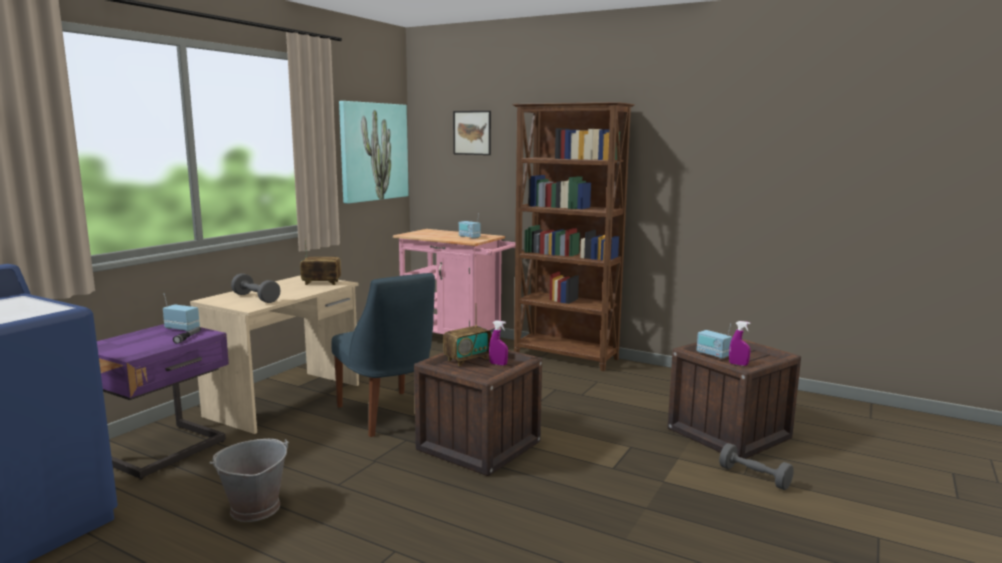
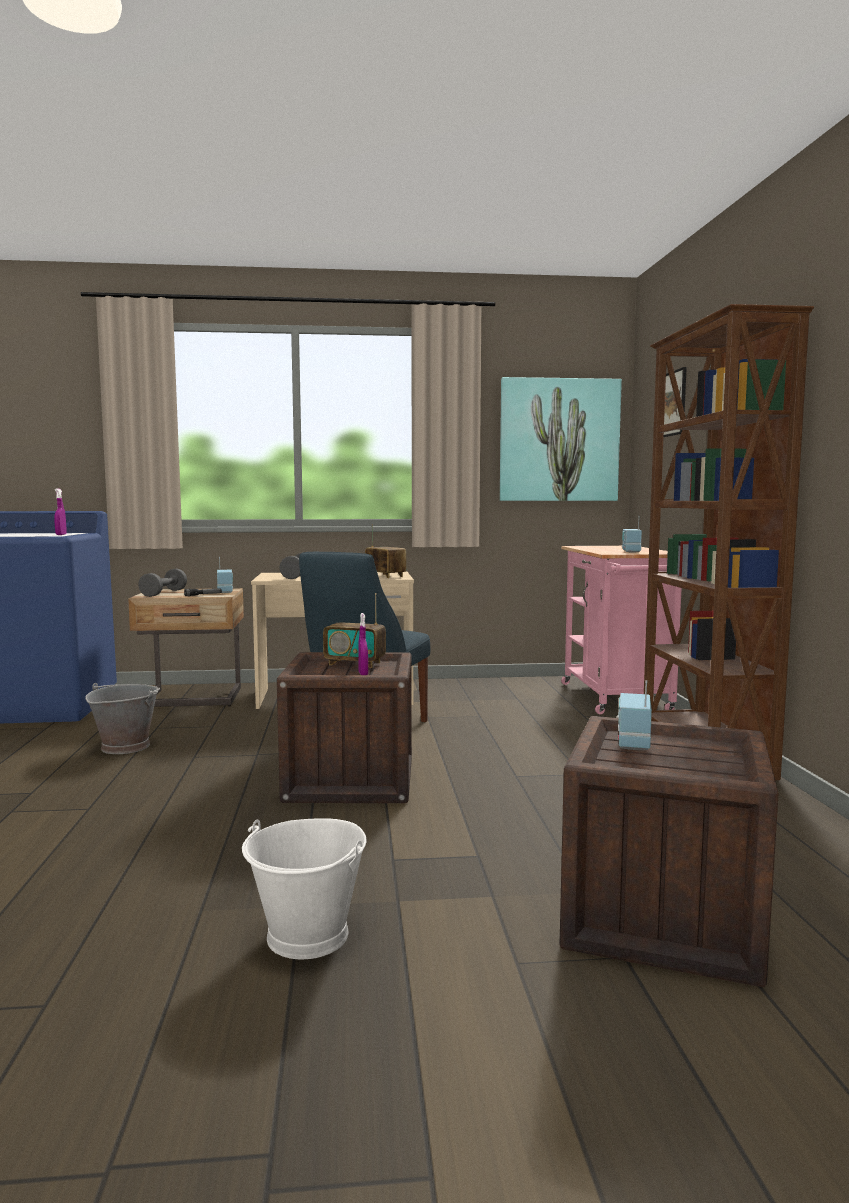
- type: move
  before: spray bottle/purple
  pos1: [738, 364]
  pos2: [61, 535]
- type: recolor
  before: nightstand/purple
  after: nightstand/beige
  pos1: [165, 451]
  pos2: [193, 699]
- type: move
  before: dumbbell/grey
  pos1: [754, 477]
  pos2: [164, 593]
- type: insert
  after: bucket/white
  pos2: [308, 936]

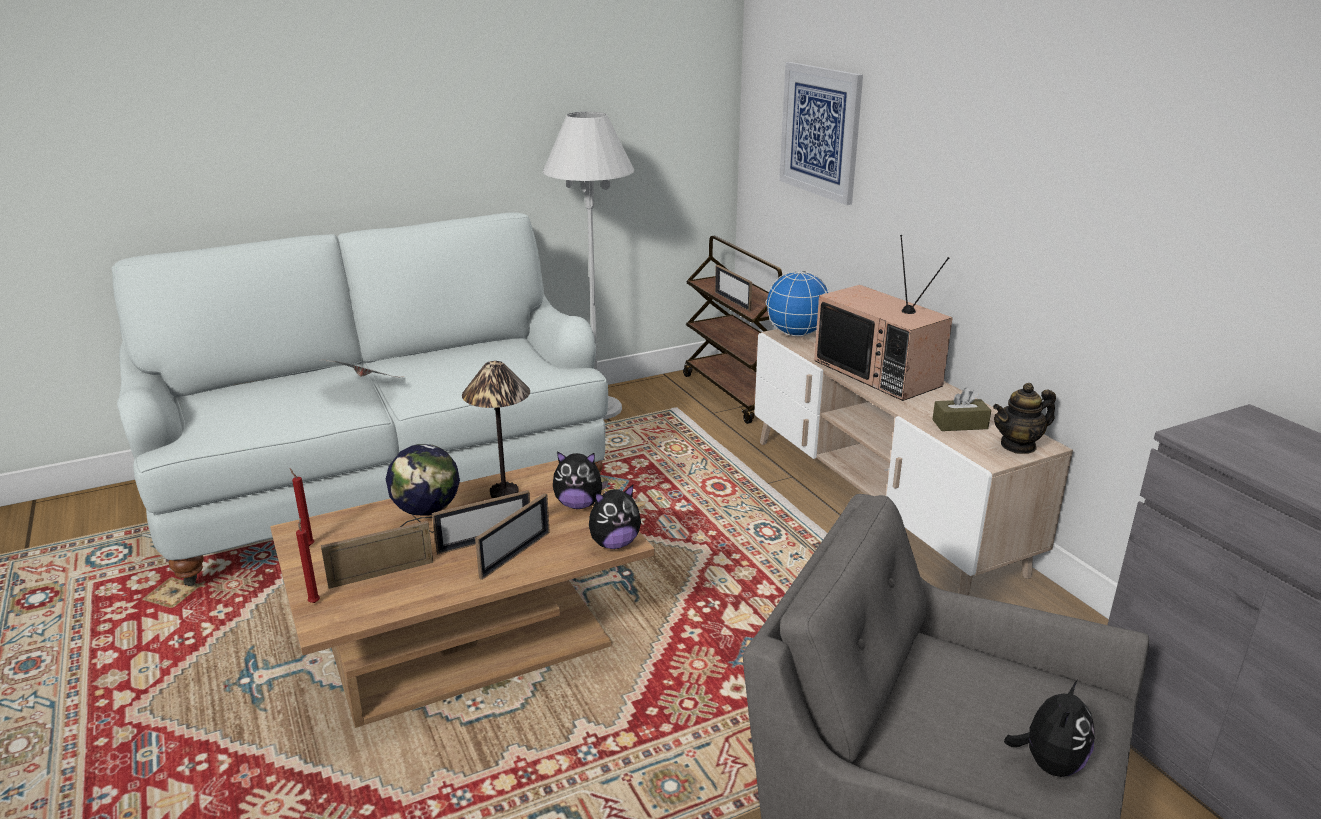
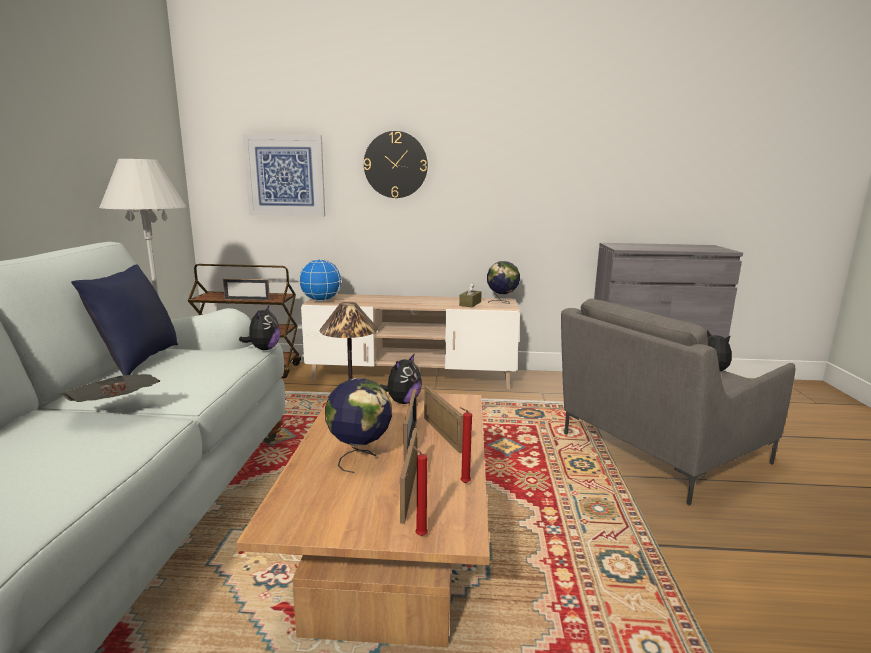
- type: delete
  before: television
  pos1: [880, 373]
- type: replace
  before: teapot
  after: globe
  pos1: [1018, 446]
  pos2: [502, 302]
- type: move
  before: candle/red
  pos1: [308, 545]
  pos2: [463, 483]
- type: move
  before: plush toy
  pos1: [614, 543]
  pos2: [263, 349]
- type: insert
  after: wall clock
  pos2: [395, 165]
- type: insert
  after: pillow/blue
  pos2: [137, 361]

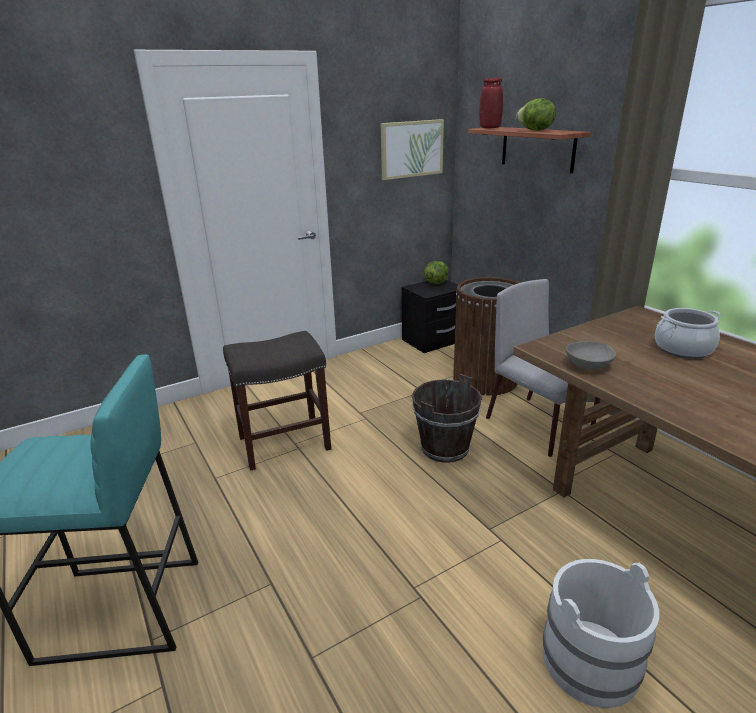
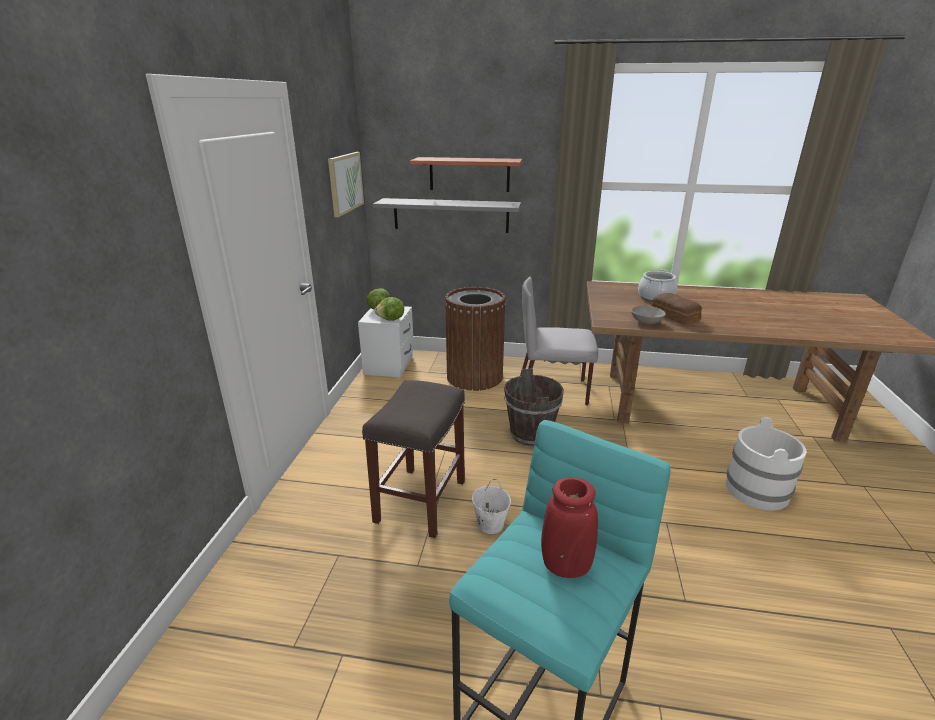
- type: move
  before: vase/red
  pos1: [489, 128]
  pos2: [565, 566]
- type: move
  before: lettuce
  pos1: [535, 130]
  pos2: [391, 320]
- type: recolor
  before: nightstand/black
  after: nightstand/white
  pos1: [433, 341]
  pos2: [390, 365]
- type: insert
  after: shelf/grey
  pos2: [450, 215]
- type: insert
  after: bread
  pos2: [674, 316]
- type: insert
  after: bucket/white
  pos2: [490, 524]

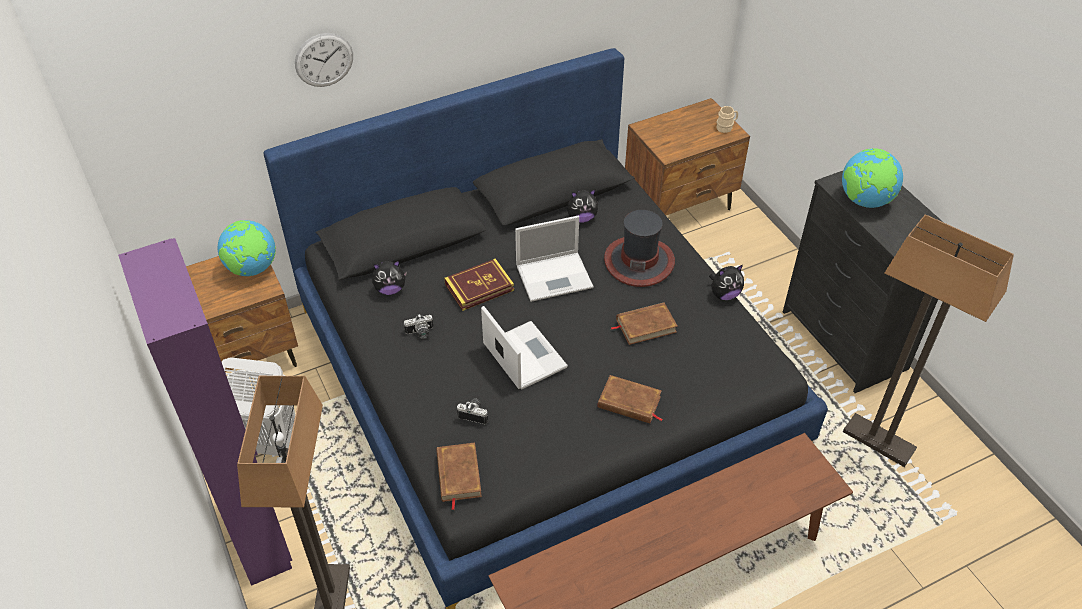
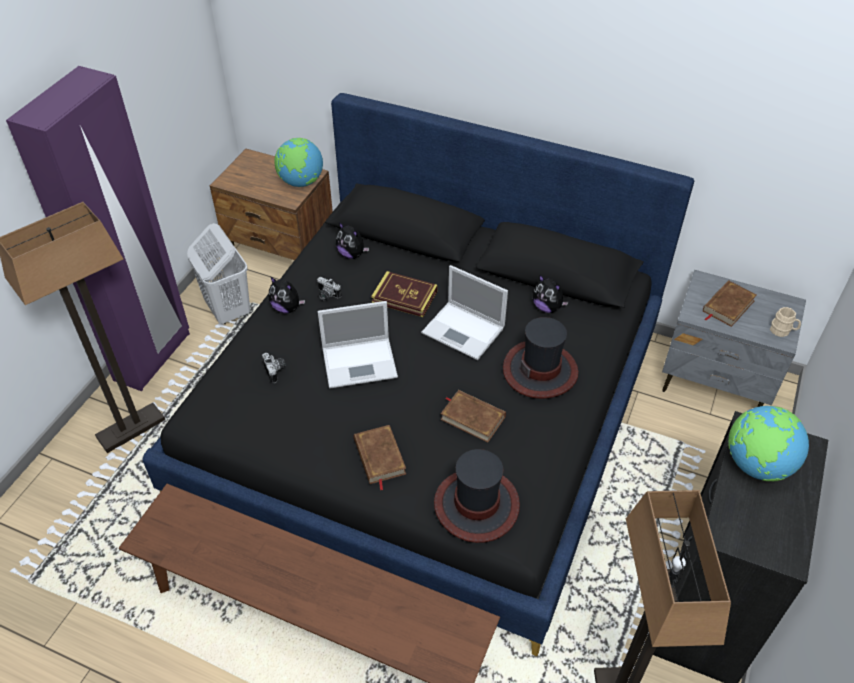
- type: delete
  before: wall clock
  pos1: [324, 60]
- type: recolor
  before: nightstand/brown
  after: nightstand/grey
  pos1: [680, 204]
  pos2: [716, 382]
- type: move
  before: plush toy
  pos1: [724, 294]
  pos2: [287, 308]
- type: rotate
  before: laptop
  pos1: [523, 355]
  pos2: [361, 362]
  turn: 60
- type: move
  before: book/brown
  pos1: [458, 475]
  pos2: [727, 306]
- type: insert
  after: hat
  pos2: [476, 505]

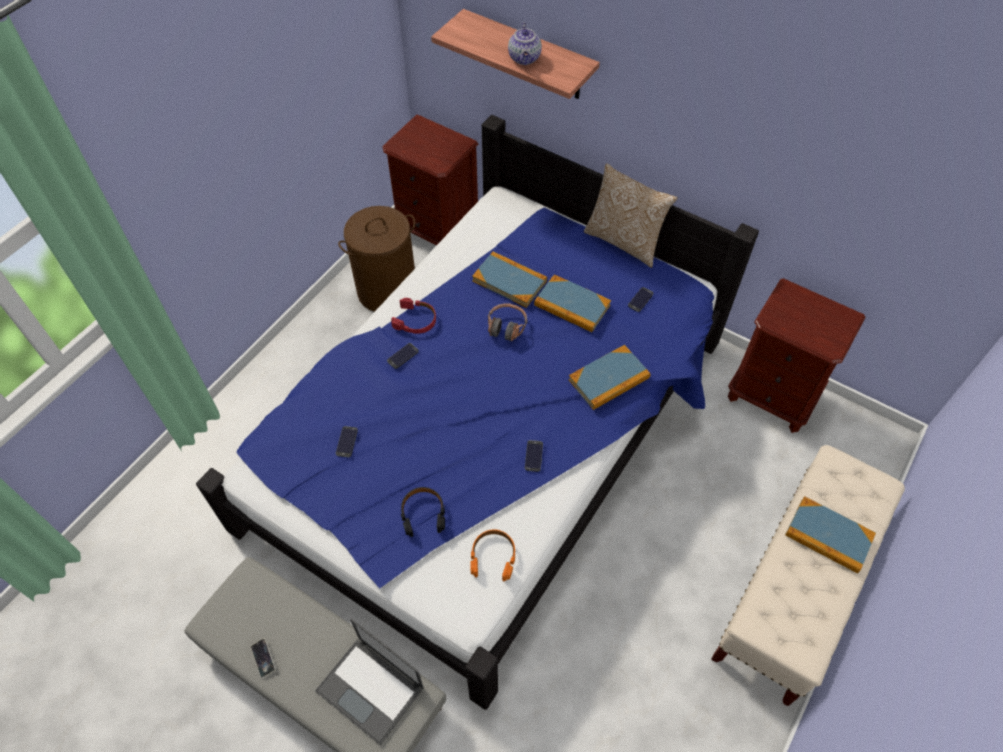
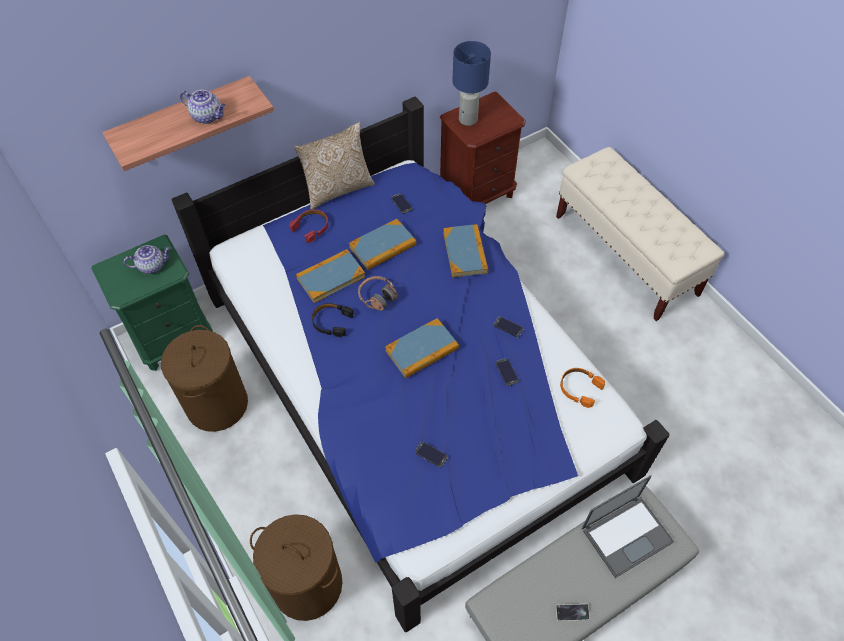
- type: recolor
  before: nightstand/brown
  after: nightstand/green
  pos1: [436, 230]
  pos2: [174, 338]
- type: move
  before: headphones/red
  pos1: [415, 320]
  pos2: [311, 227]
- type: move
  before: phone
  pos1: [402, 356]
  pos2: [506, 372]
- type: move
  before: headphones/black
  pos1: [423, 513]
  pos2: [331, 322]
- type: move
  before: book
  pos1: [828, 536]
  pos2: [422, 350]
- type: insert
  after: table lamp/blue
  pos2: [468, 120]
- type: insert
  after: teapot
  pos2: [152, 266]
- type: insert
  after: laundry basket/brown
  pos2: [306, 584]

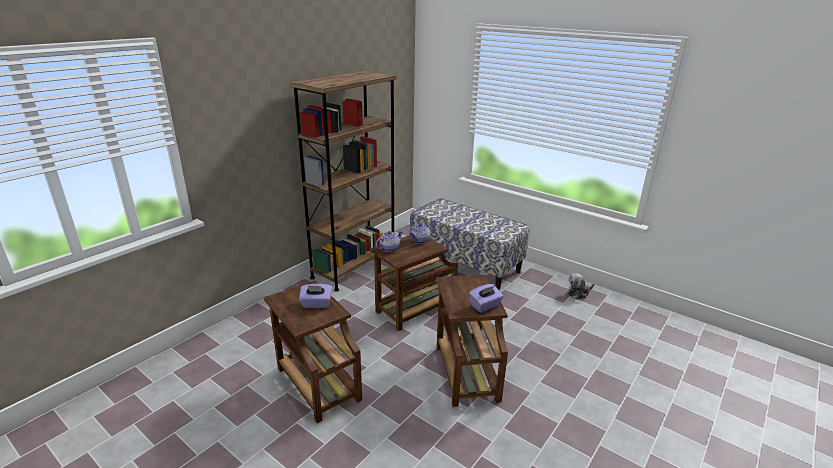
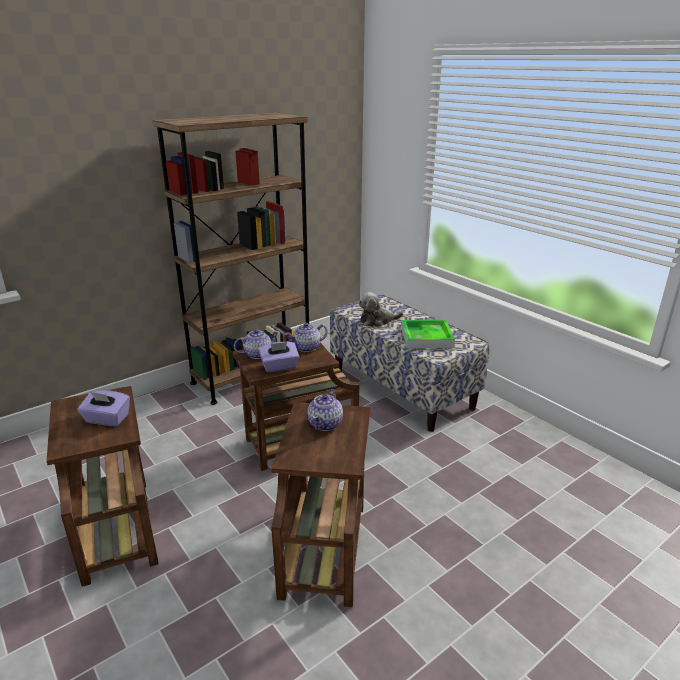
- type: move
  before: plush toy
  pos1: [579, 292]
  pos2: [377, 321]
- type: move
  before: tissue box/purple
  pos1: [485, 306]
  pos2: [279, 367]
- type: insert
  after: tray
  pos2: [426, 337]
- type: insert
  after: teapot
  pos2: [325, 424]

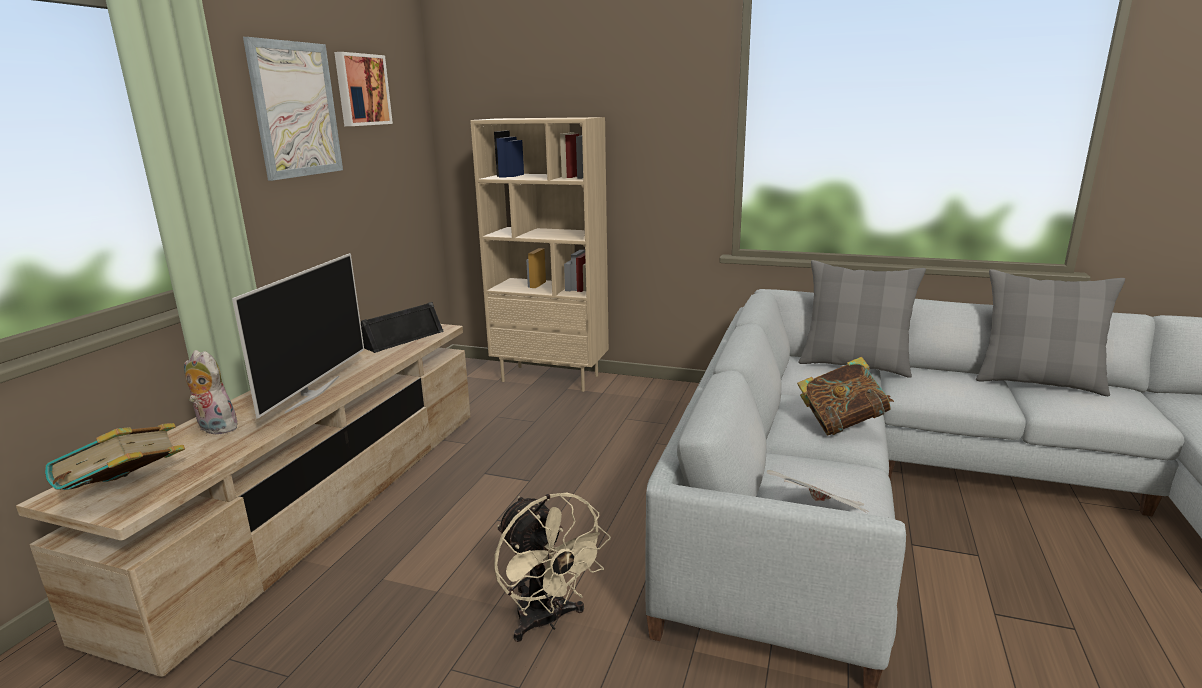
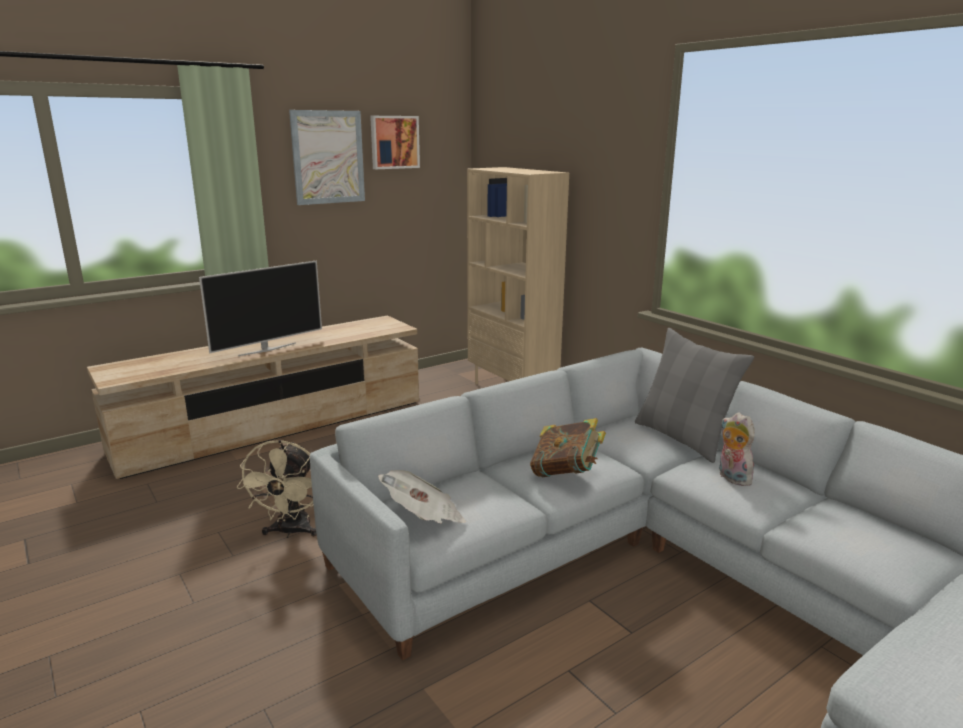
- type: delete
  before: pillow/grey
  pos1: [1037, 382]
- type: delete
  before: speaker/black
  pos1: [400, 338]
- type: move
  before: plush toy
  pos1: [214, 428]
  pos2: [731, 478]
- type: delete
  before: book
  pos1: [127, 491]

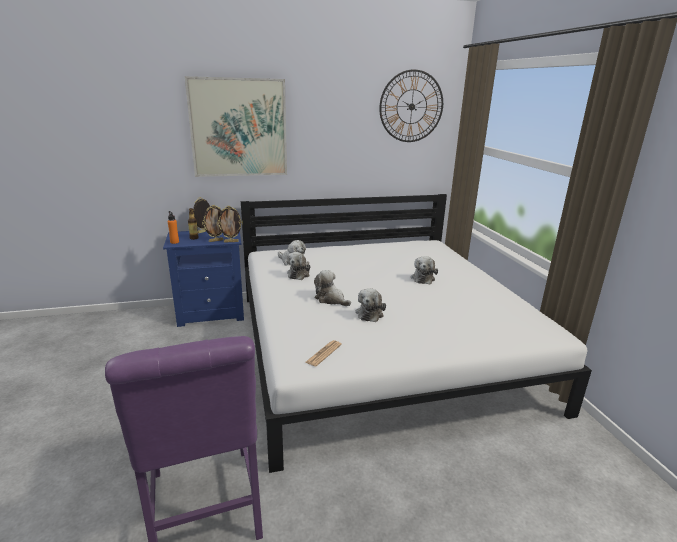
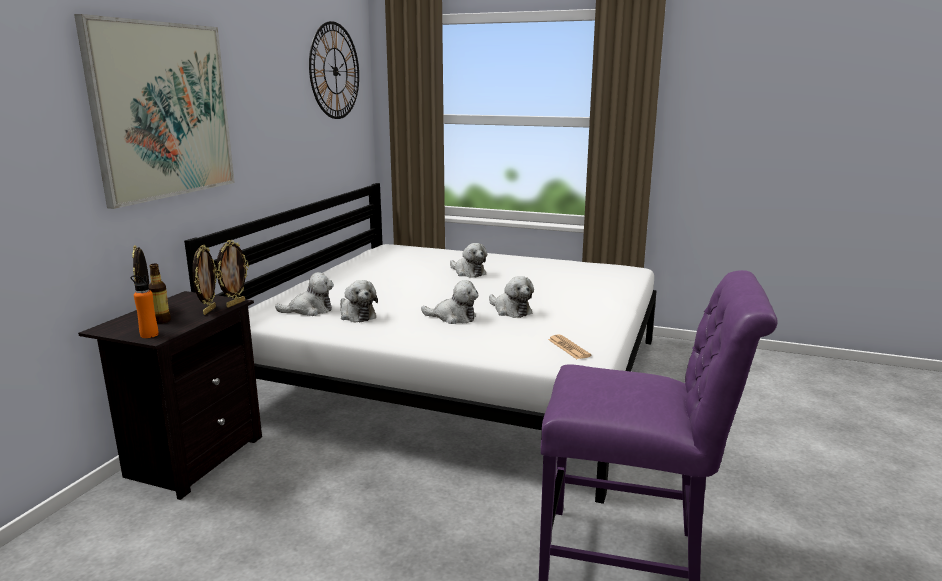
- type: recolor
  before: nightstand/blue
  after: nightstand/black
  pos1: [212, 313]
  pos2: [192, 457]
- type: rotate
  before: plush toy
  pos1: [331, 299]
  pos2: [453, 317]
  turn: -150

